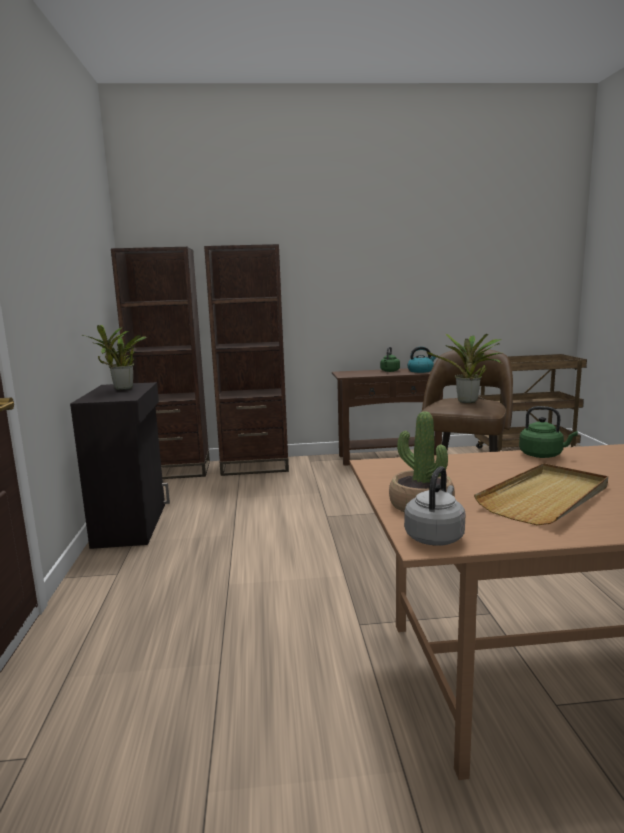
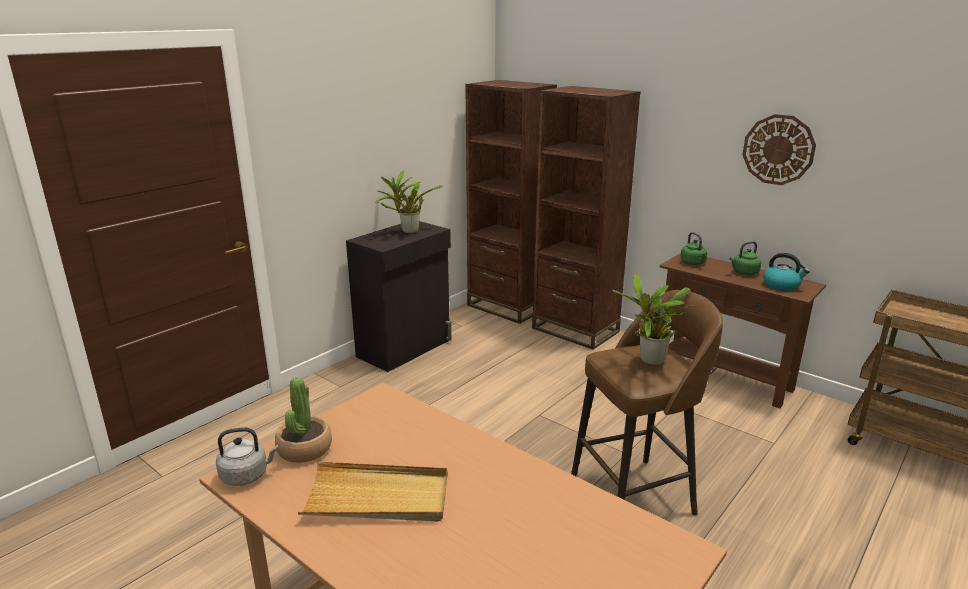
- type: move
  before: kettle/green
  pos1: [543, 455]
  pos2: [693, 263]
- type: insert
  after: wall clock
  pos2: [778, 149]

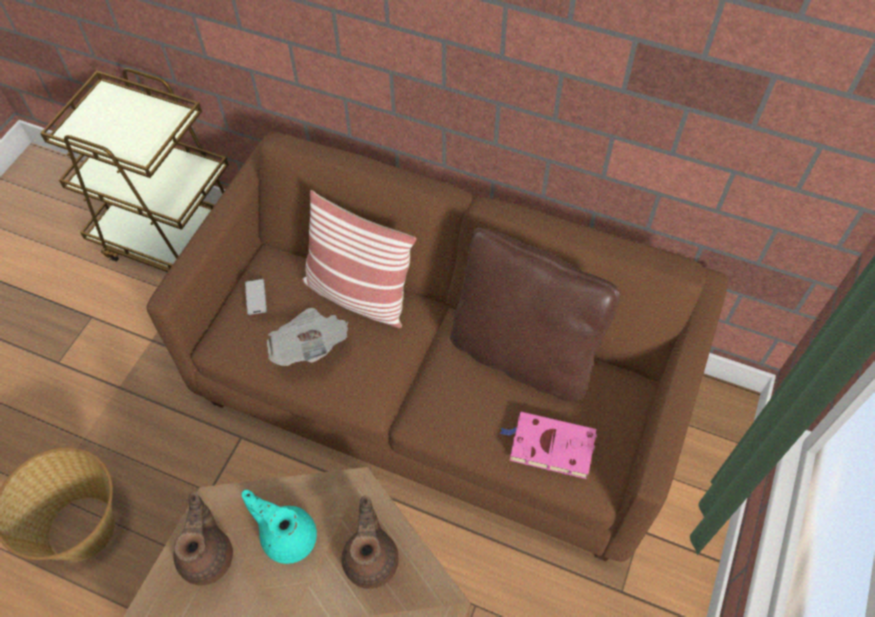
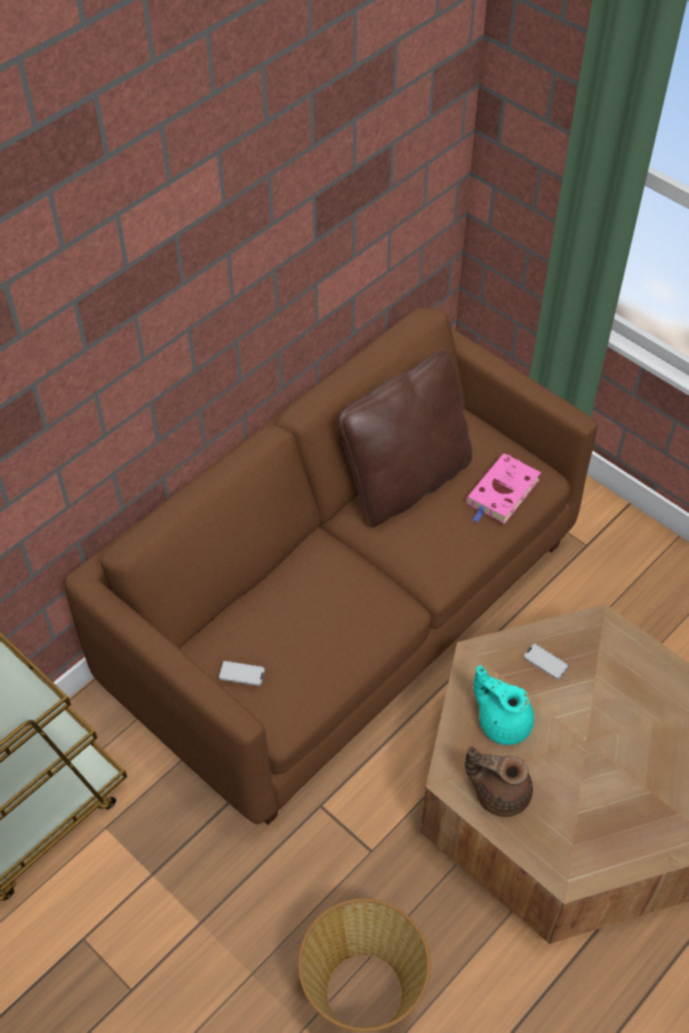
- type: delete
  before: pillow
  pos1: [358, 295]
- type: delete
  before: newspaper
  pos1: [309, 346]
- type: rotate
  before: teapot/turquoise
  pos1: [288, 536]
  pos2: [502, 722]
  turn: 75
- type: replace
  before: teapot/brown
  after: phone
  pos1: [372, 558]
  pos2: [545, 662]

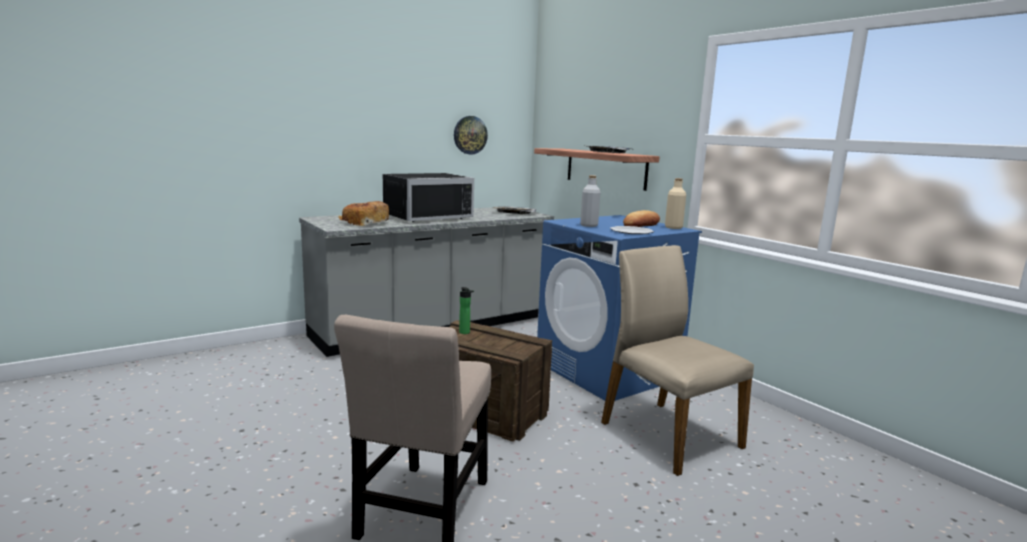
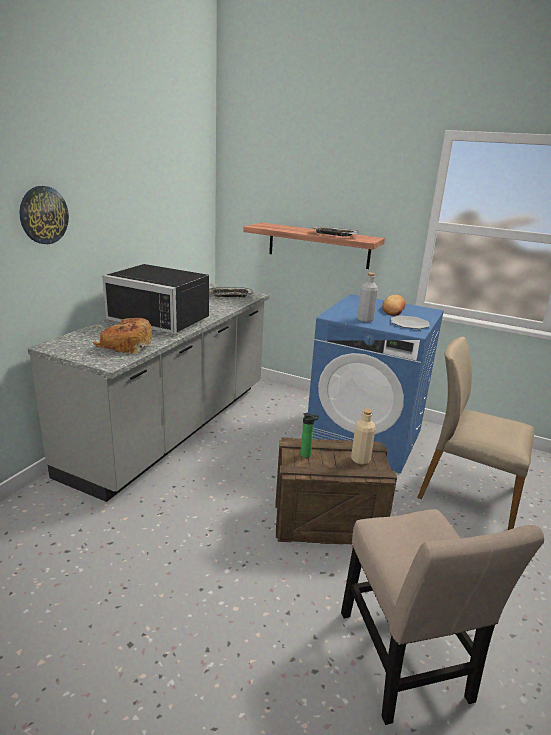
- type: move
  before: wall clock
  pos1: [470, 135]
  pos2: [43, 215]
- type: rotate
  before: microwave/black
  pos1: [425, 216]
  pos2: [163, 318]
  turn: 90
- type: move
  before: bottle/beige
  pos1: [673, 227]
  pos2: [360, 459]

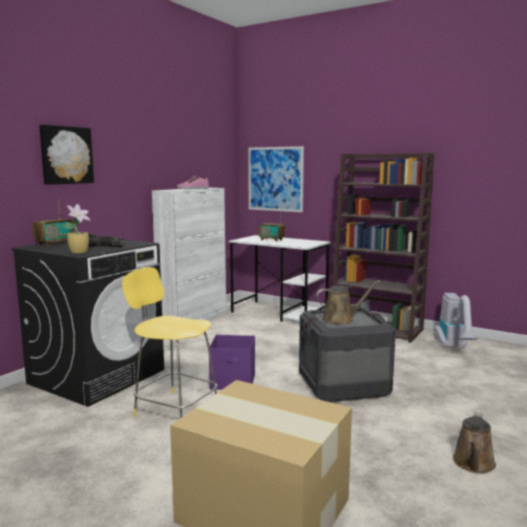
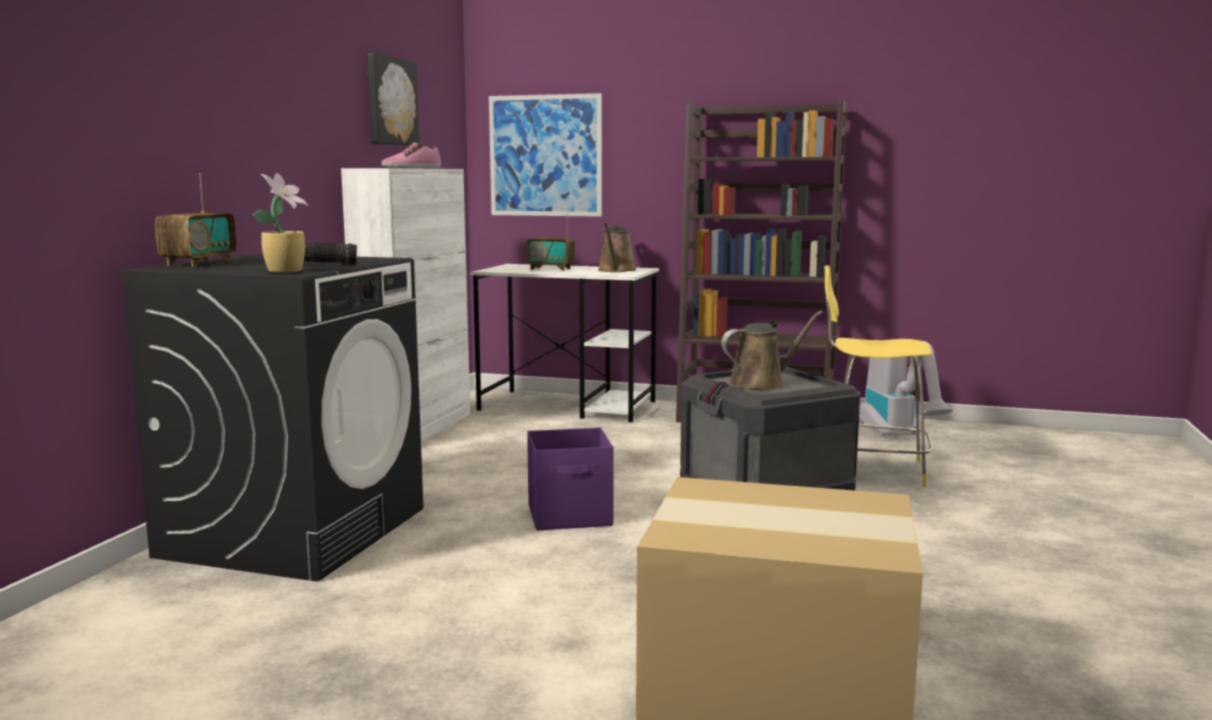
- type: move
  before: picture
  pos1: [66, 155]
  pos2: [390, 101]
- type: move
  before: stool/yellow
  pos1: [174, 410]
  pos2: [872, 469]
- type: move
  before: watering can/brown
  pos1: [473, 464]
  pos2: [616, 270]

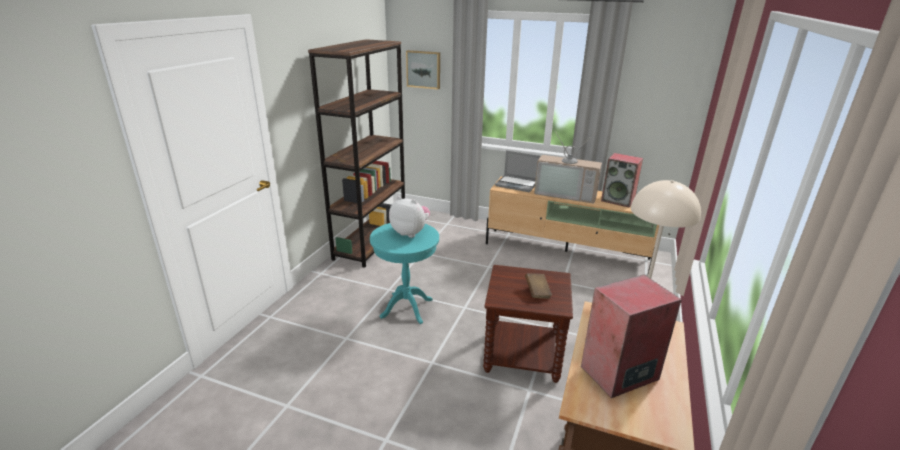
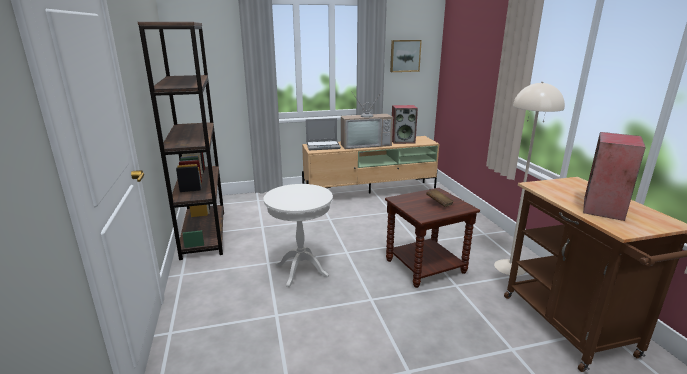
- type: move
  before: picture
  pos1: [424, 69]
  pos2: [405, 56]
- type: delete
  before: plush toy
  pos1: [410, 232]
- type: recolor
  before: side table/turquoise
  after: side table/white
  pos1: [406, 308]
  pos2: [301, 270]

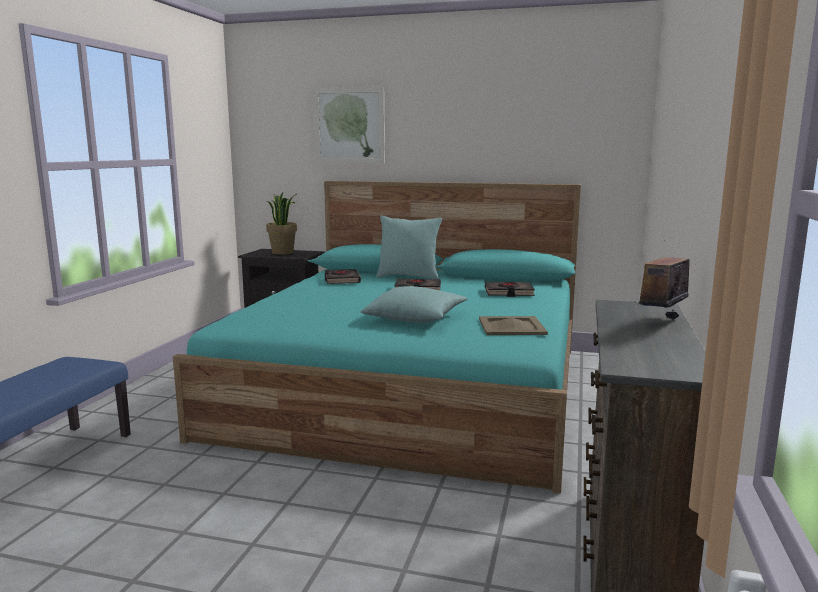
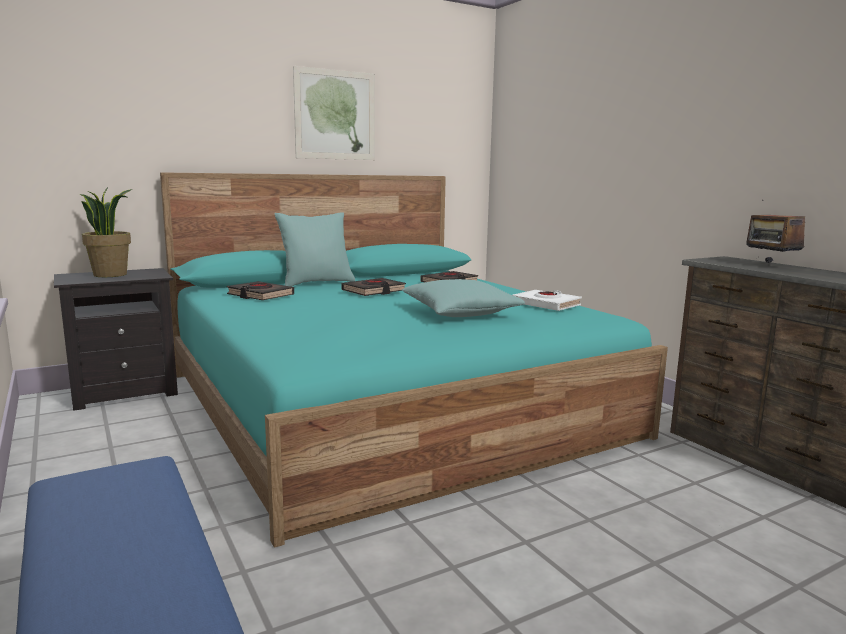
- type: move
  before: picture
  pos1: [349, 125]
  pos2: [335, 115]
- type: replace
  before: tray/beige
  after: book/white
  pos1: [512, 326]
  pos2: [546, 305]

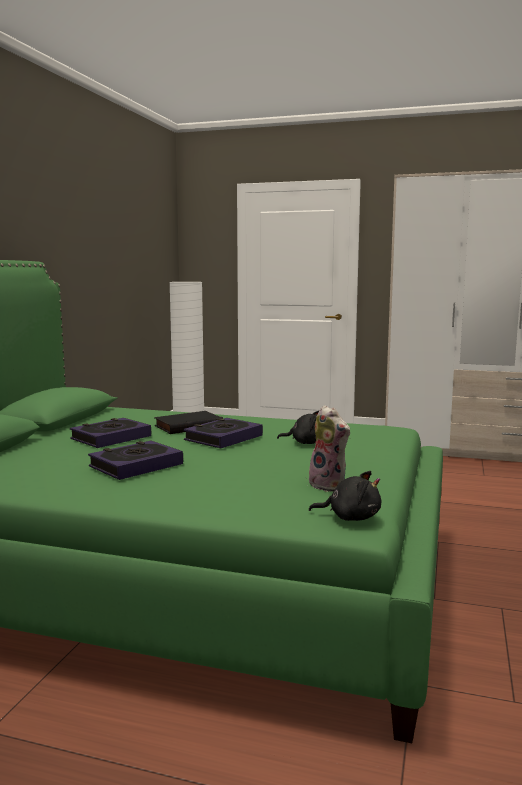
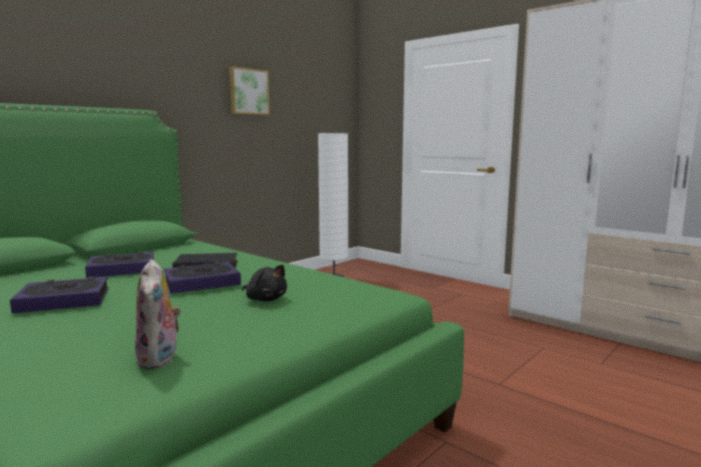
- type: delete
  before: plush toy/black
  pos1: [350, 517]
- type: insert
  after: picture
  pos2: [248, 91]

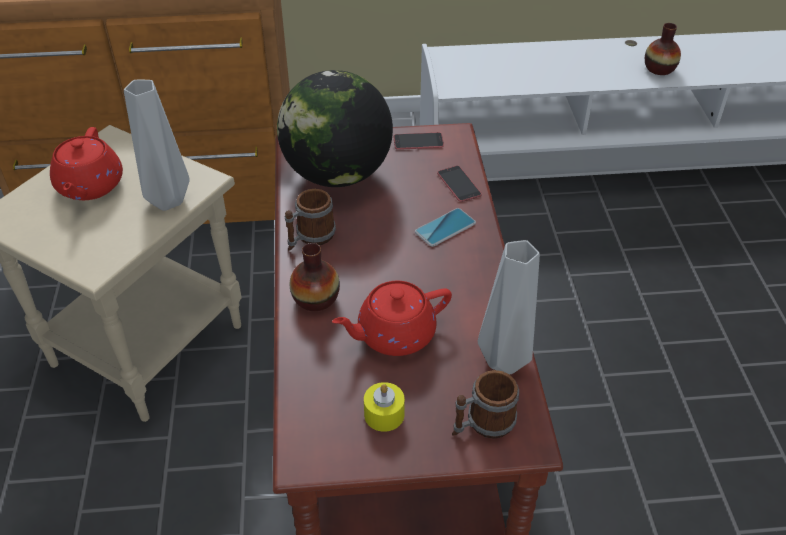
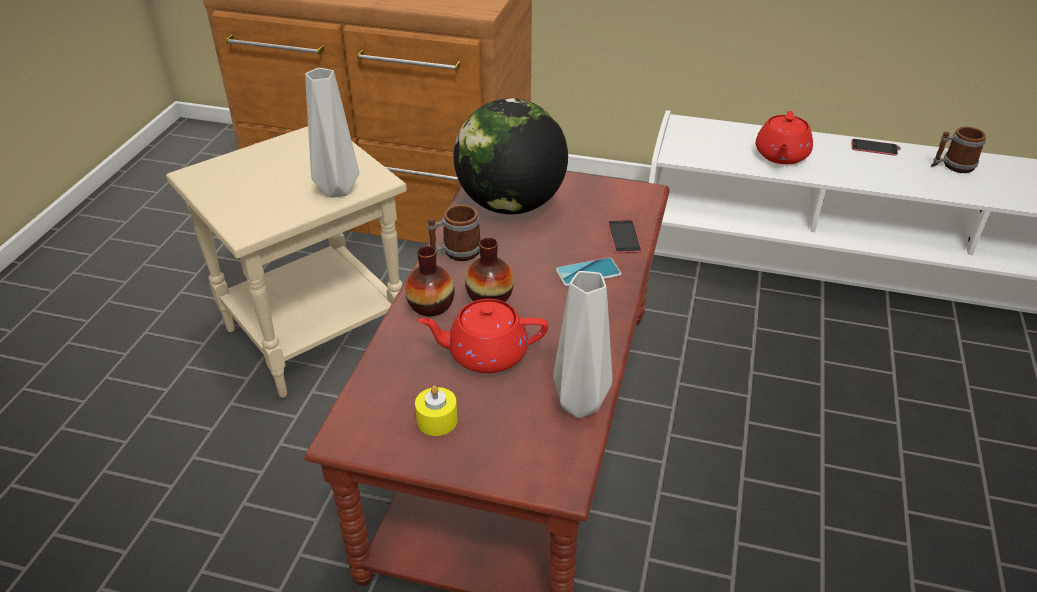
- type: move
  before: vase
  pos1: [659, 69]
  pos2: [489, 296]
- type: move
  before: teapot/red
  pos1: [90, 186]
  pos2: [781, 155]
- type: move
  before: phone
  pos1: [418, 141]
  pos2: [874, 147]
- type: move
  before: mug
  pos1: [482, 424]
  pos2: [952, 166]

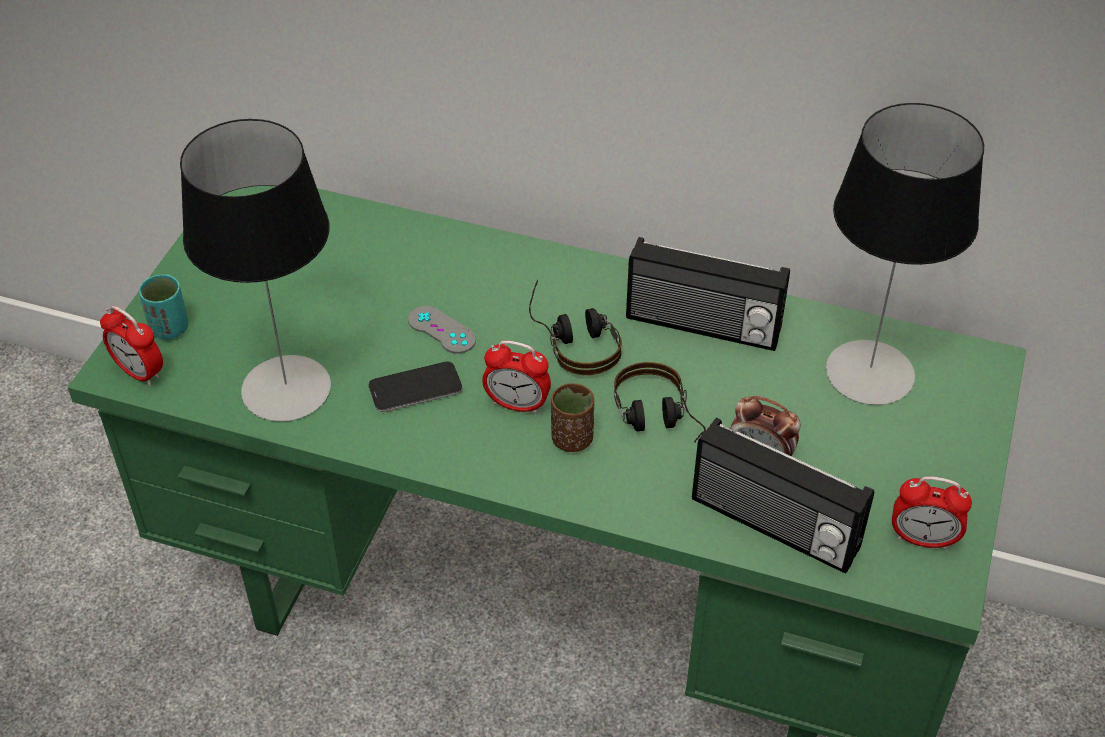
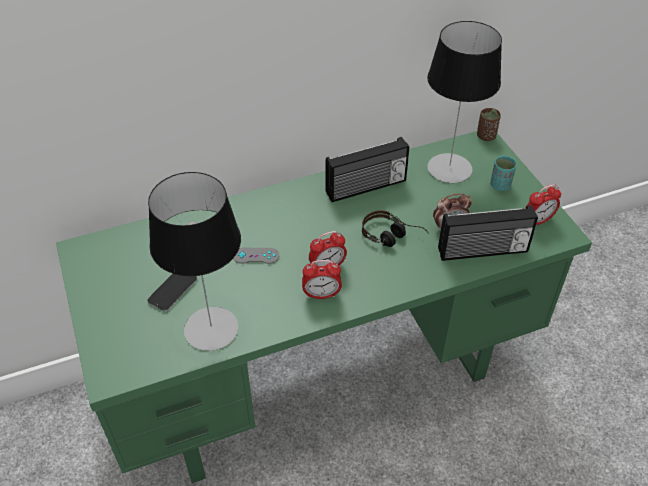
- type: move
  before: cup/turquoise
  pos1: [169, 328]
  pos2: [500, 185]
- type: delete
  before: headphones
  pos1: [574, 339]
- type: move
  before: alarm clock
  pos1: [139, 372]
  pos2: [321, 295]
- type: move
  before: phone
  pos1: [415, 388]
  pos2: [172, 290]
- type: move
  before: cup/brown
  pos1: [572, 439]
  pos2: [486, 136]

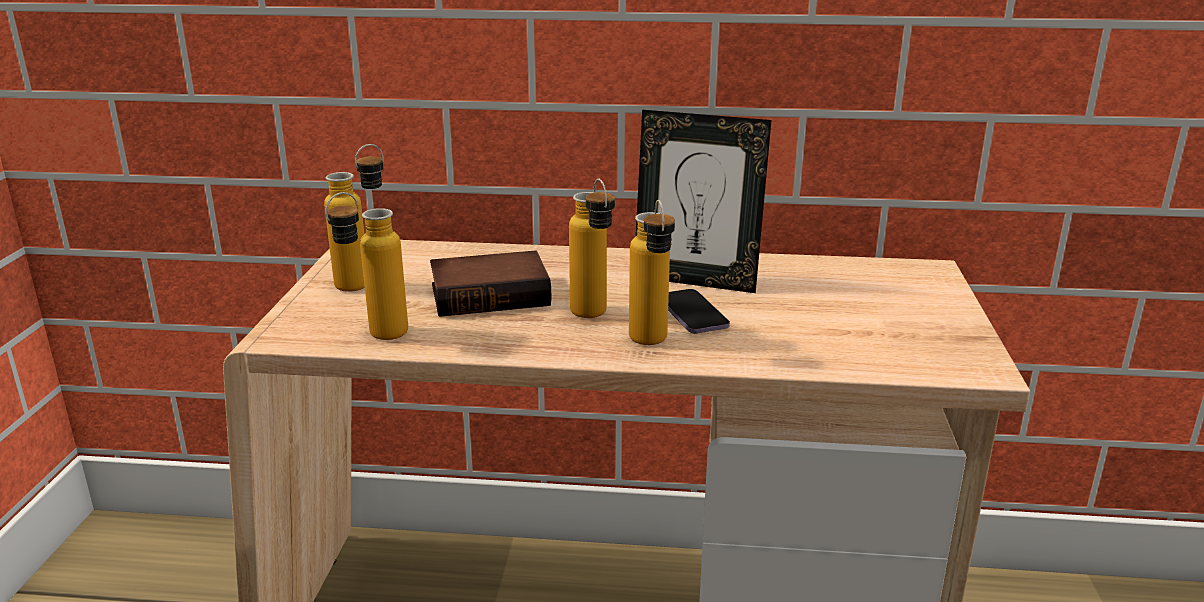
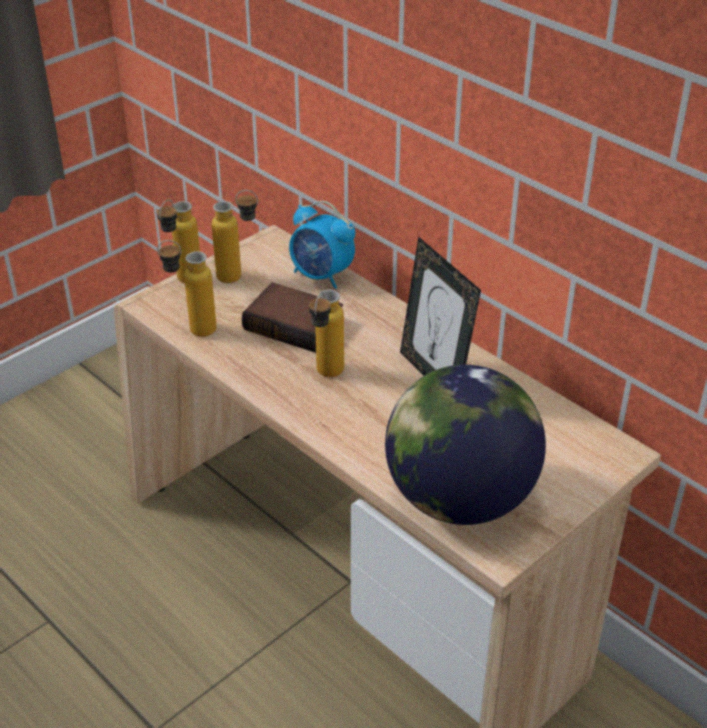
- type: move
  before: bottle
  pos1: [651, 345]
  pos2: [183, 282]
- type: delete
  before: phone
  pos1: [692, 314]
- type: insert
  after: alarm clock
  pos2: [321, 276]
- type: insert
  after: globe
  pos2: [459, 499]

